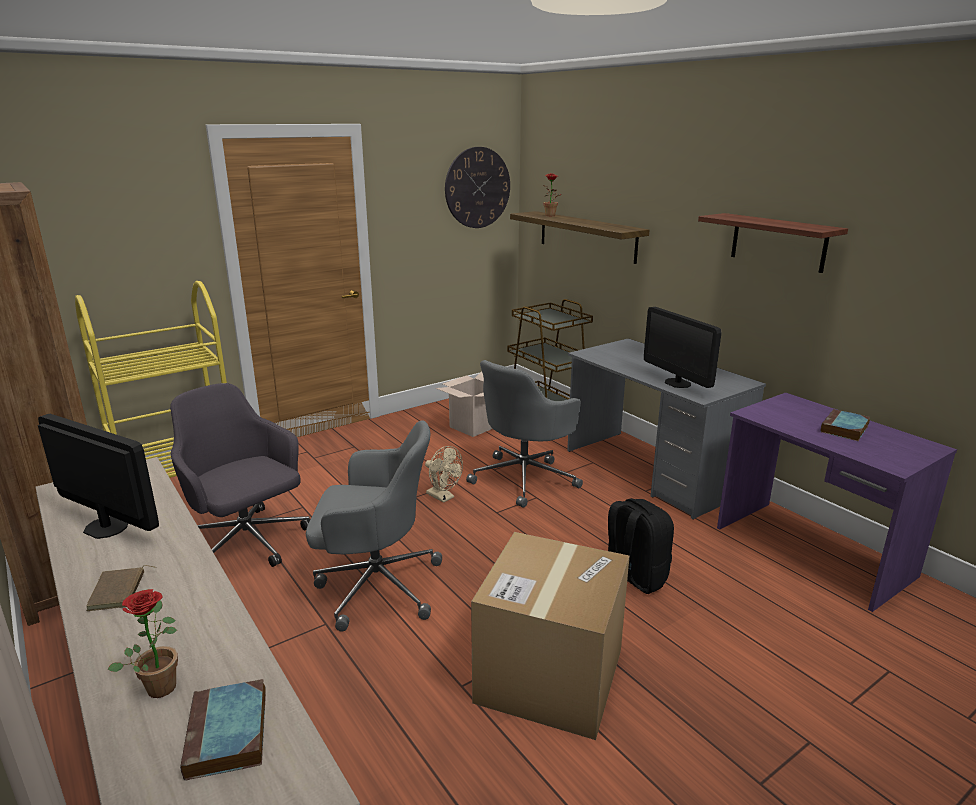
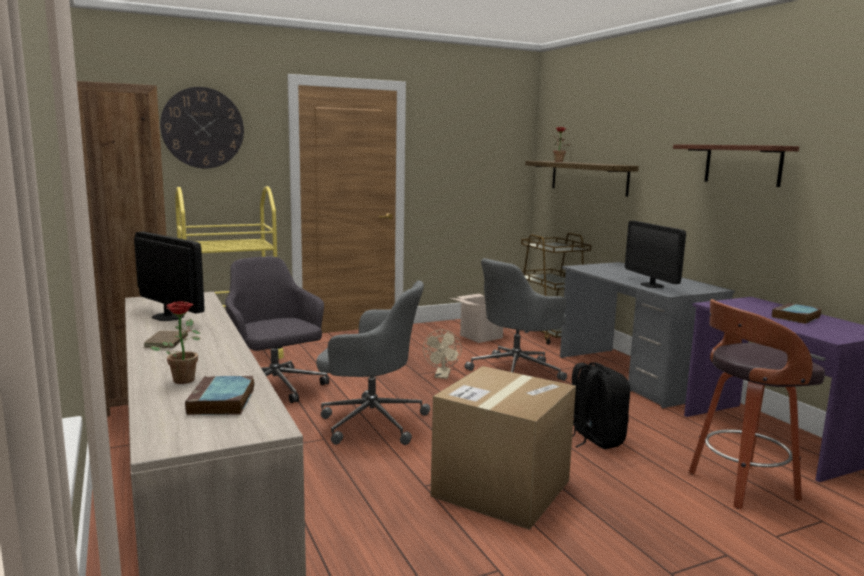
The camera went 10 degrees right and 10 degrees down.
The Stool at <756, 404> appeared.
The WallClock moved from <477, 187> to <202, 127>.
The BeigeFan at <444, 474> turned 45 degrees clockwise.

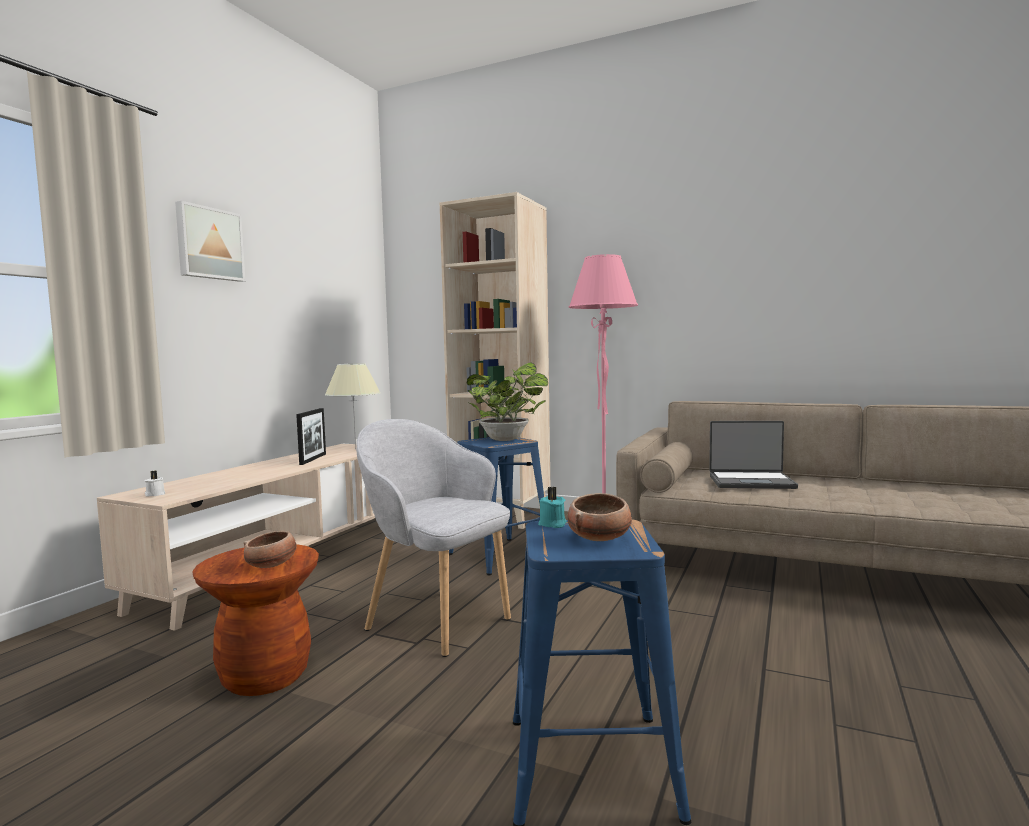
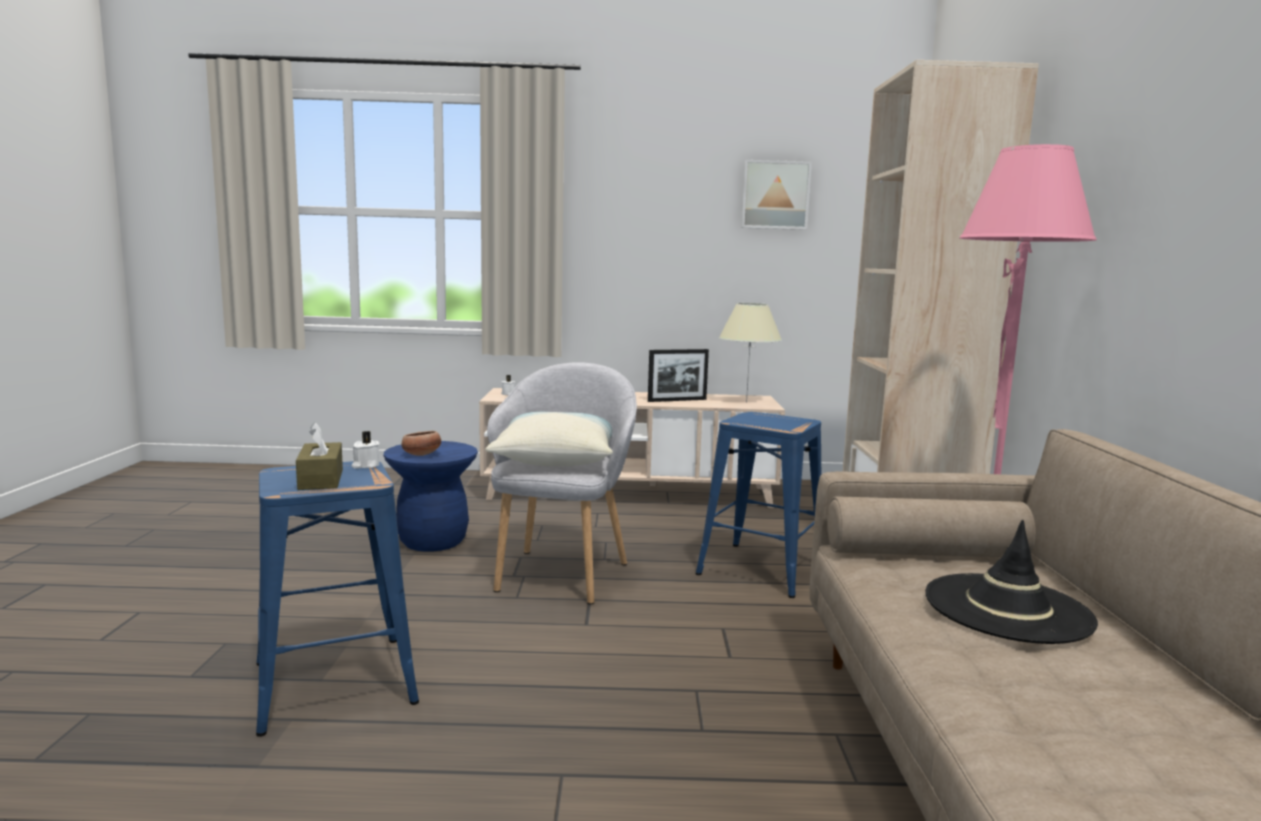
The camera went 65 degrees right and 5 degrees up.
The PottedPlant at <507, 402> disappeared.
The Pillow at <549, 439> appeared.
The Picture moved from <210, 241> to <776, 195>.
The Bowl at <600, 517> was replaced by the BrownTissueBox at <319, 456>.
The Laptop at <753, 455> was replaced by the BlackHat at <1011, 582>.
The BrownStool at <255, 620> became the BlueStool at <431, 496>.
The TurquoiseCandle at <552, 507> became the WhiteCandle at <365, 450>.

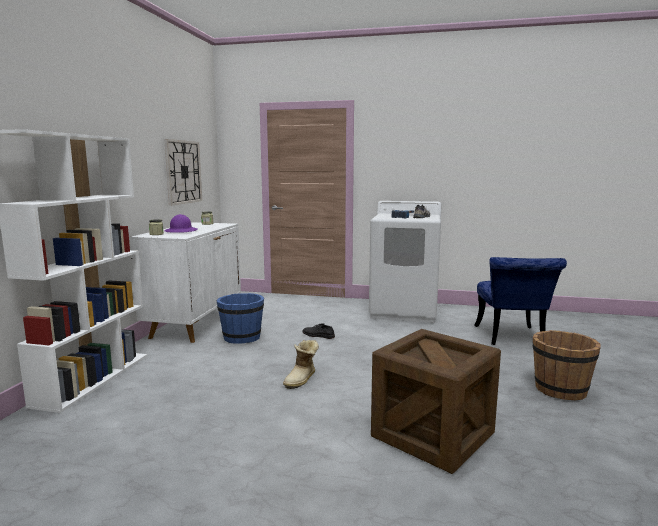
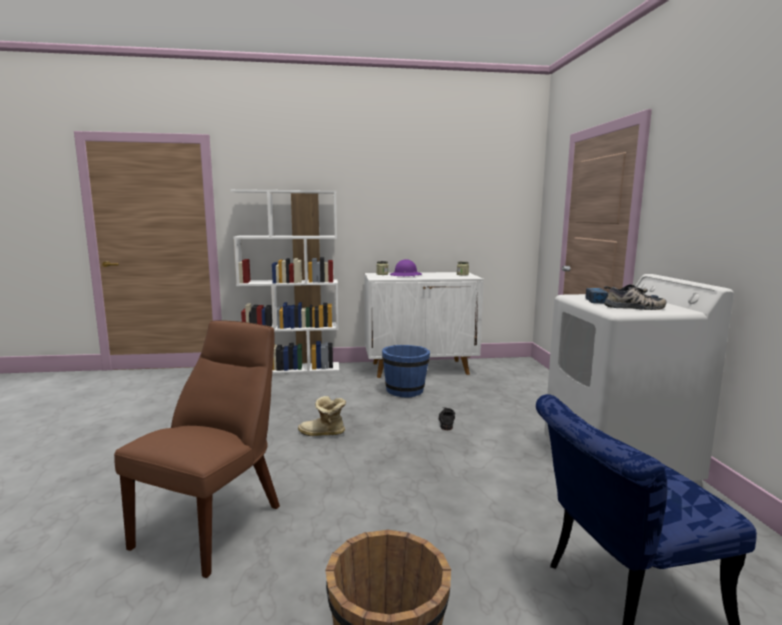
The camera went 70 degrees right and 0 degrees up.
The WallClock at <183, 172> disappeared.
The Crate at <436, 401> was replaced by the BrownChair at <197, 449>.

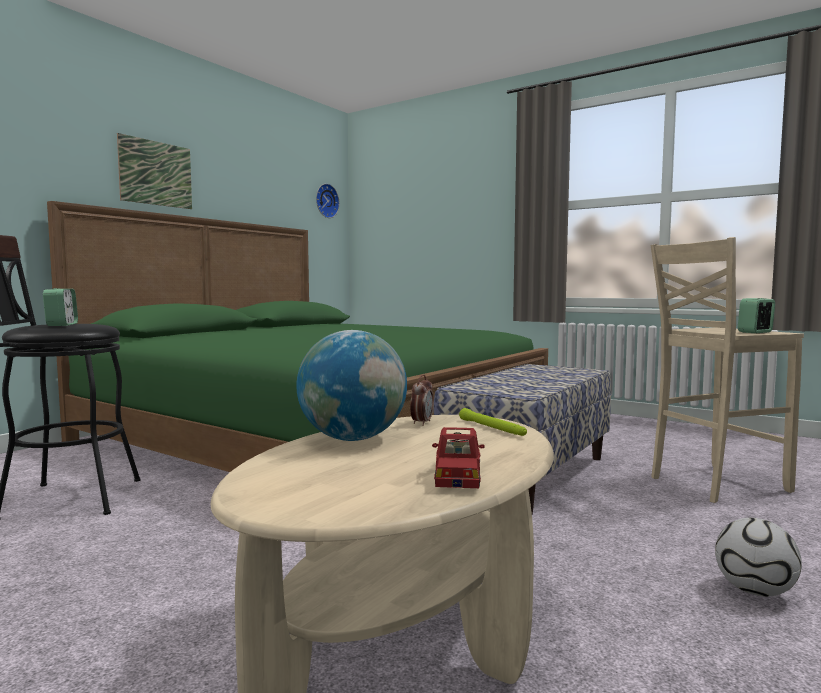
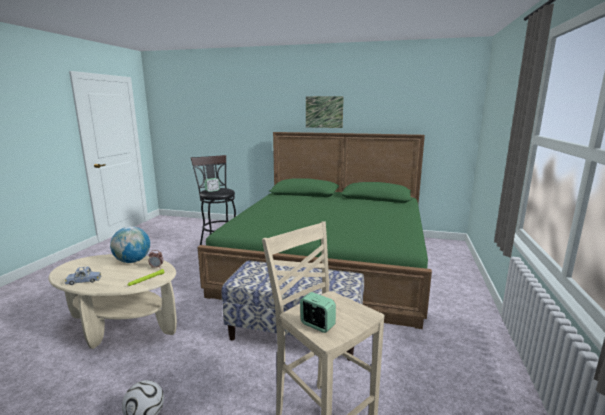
The camera went 70 degrees right and 10 degrees up.
The WallClock at <327, 201> disappeared.
The RedToyCar at <458, 457> became the BlueToyCar at <83, 275>.

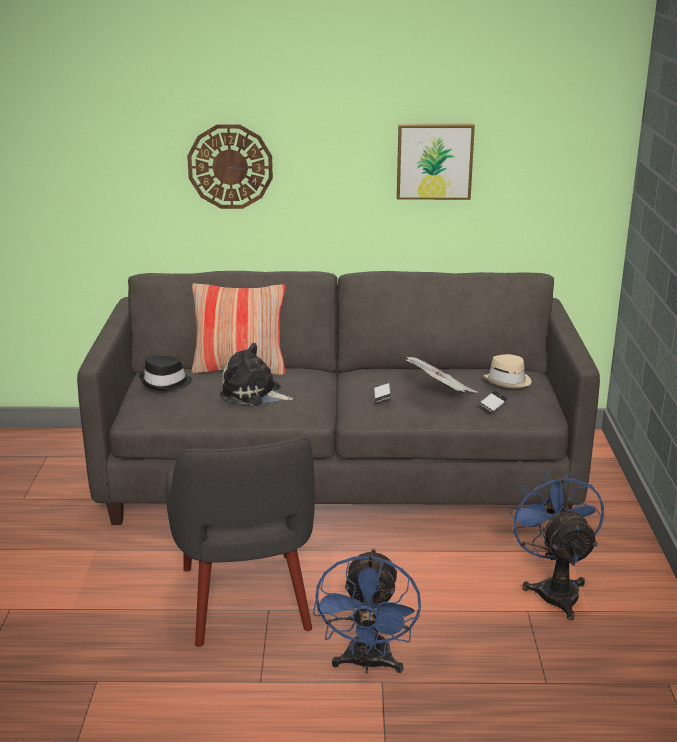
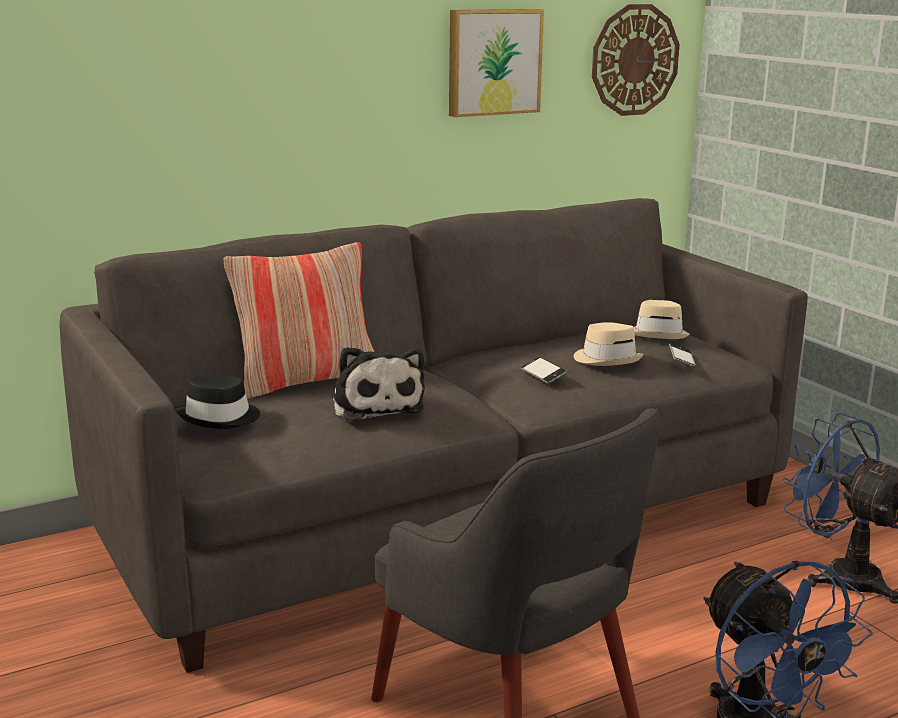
The camera went 30 degrees left and 5 degrees down.
The WallClock moved from <230, 166> to <636, 60>.
The Newspaper at <442, 375> was replaced by the BeigeHat at <608, 344>.
The PlushToy at <256, 374> turned 105 degrees counterclockwise.

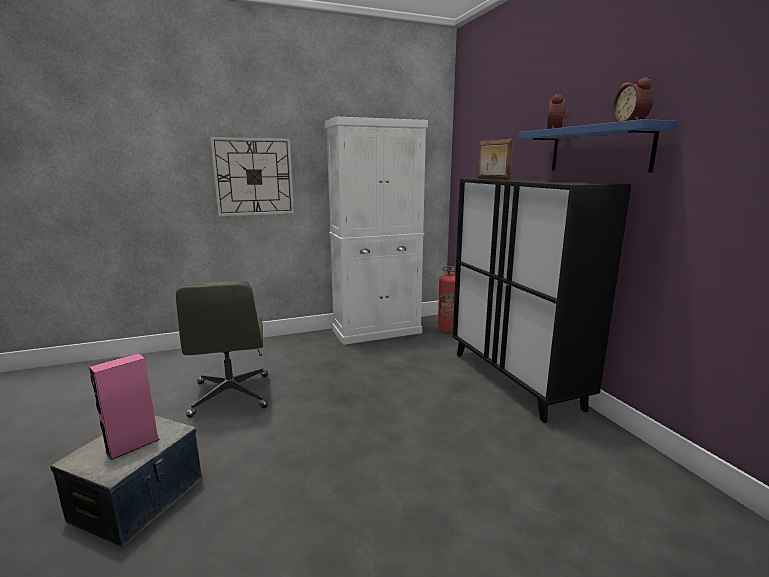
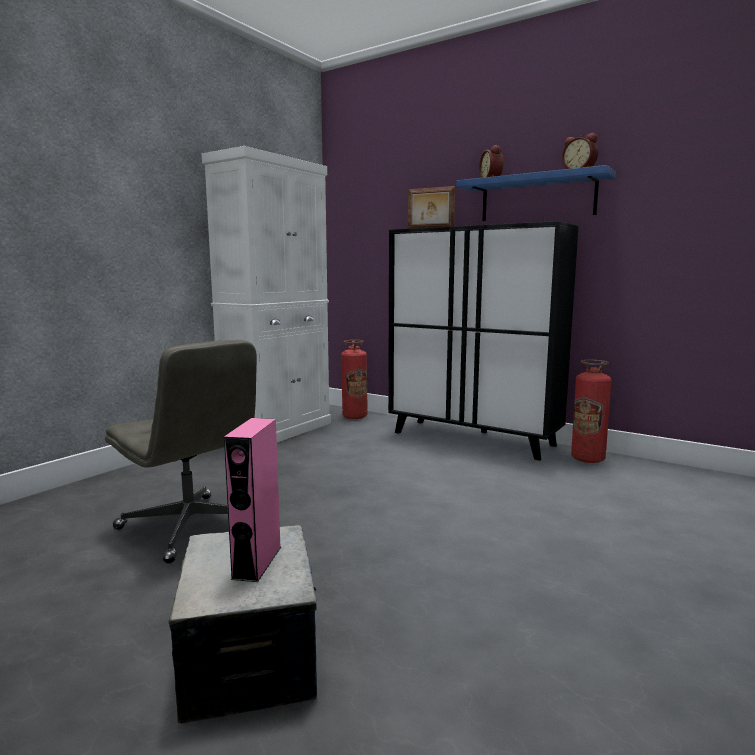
The camera went 35 degrees left and 5 degrees down.
The WallClock at <252, 176> disappeared.
The FireExtinguisher at <591, 411> appeared.

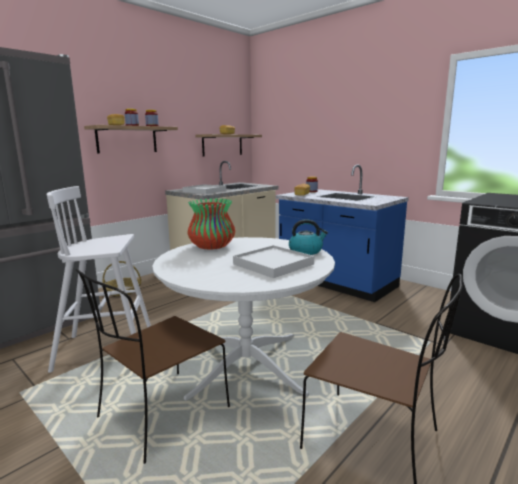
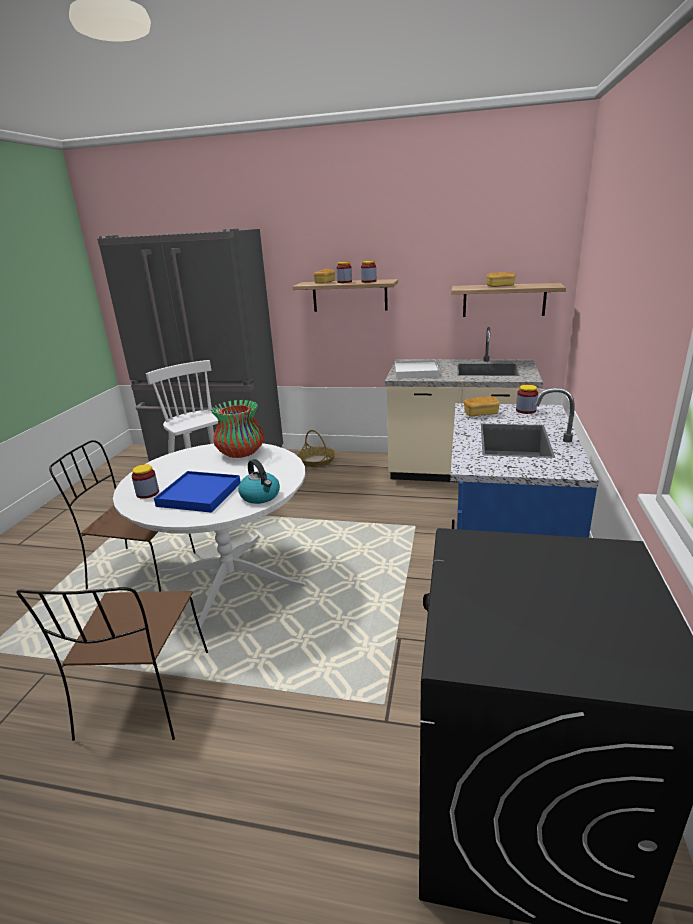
The camera went 60 degrees right and 10 degrees up.
The Jar at <145, 481> appeared.
The WhiteTray at <273, 261> became the BlueTray at <197, 492>.

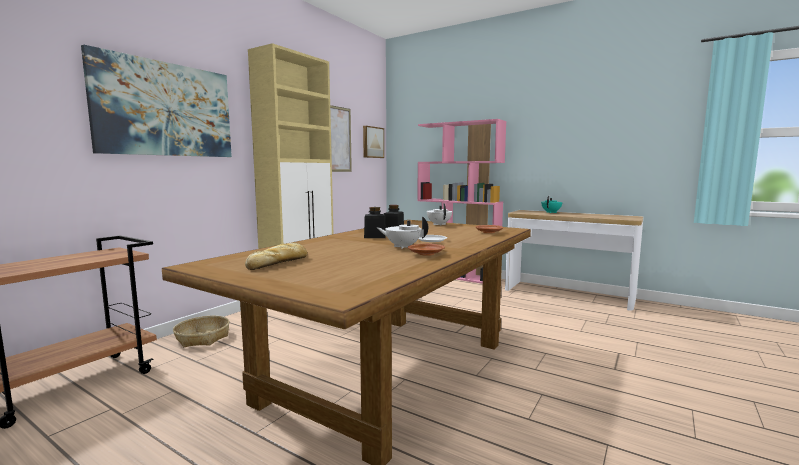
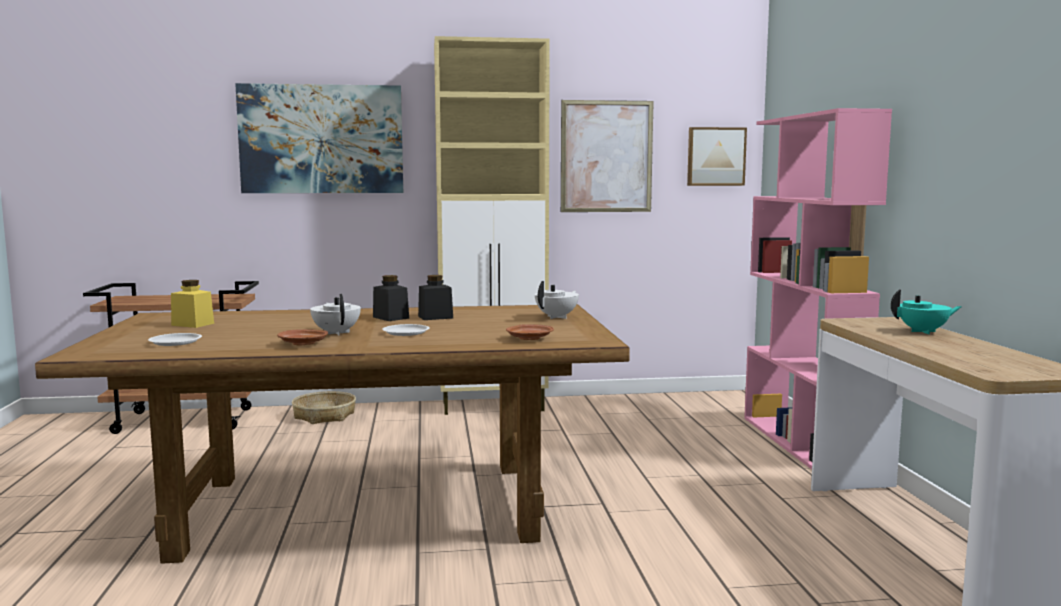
The camera went 50 degrees right and 0 degrees up.
The WhitePlate at <175, 339> appeared.
The Bread at <276, 256> was replaced by the YellowJar at <192, 304>.

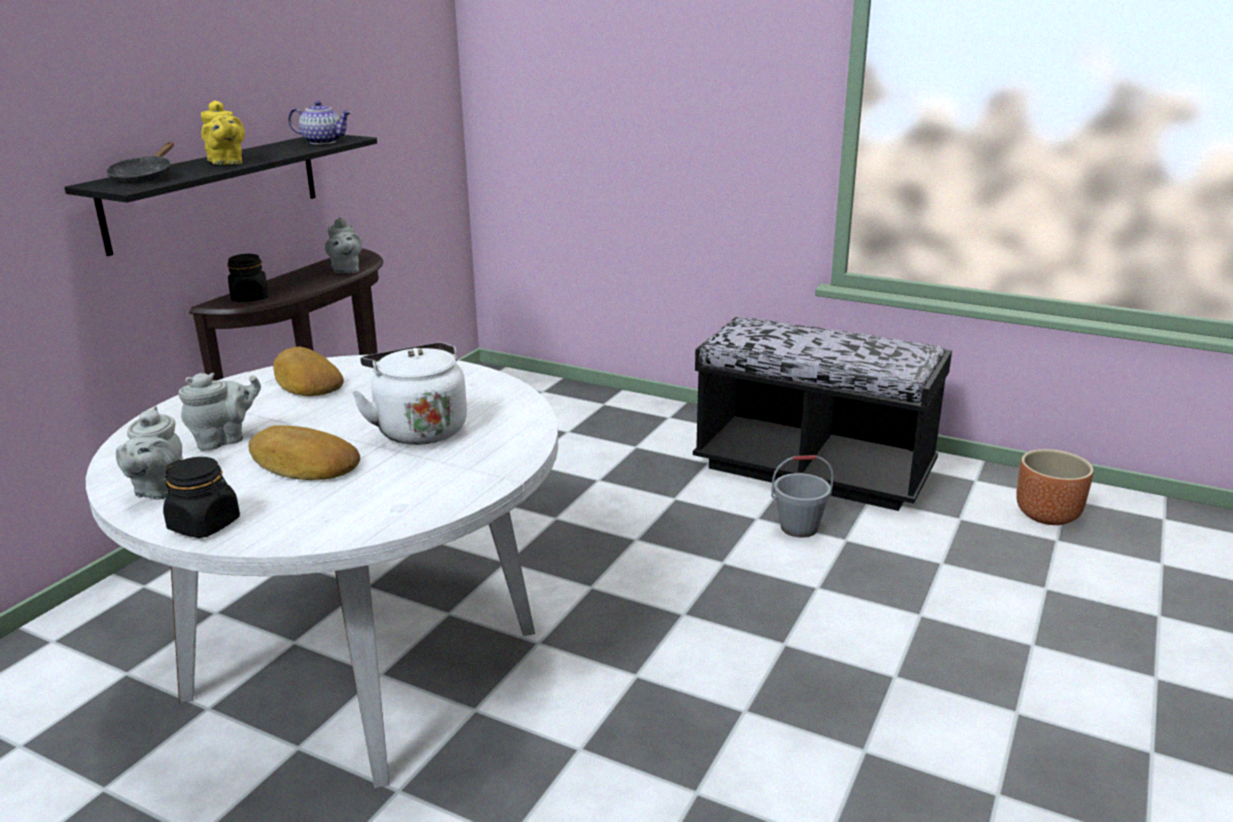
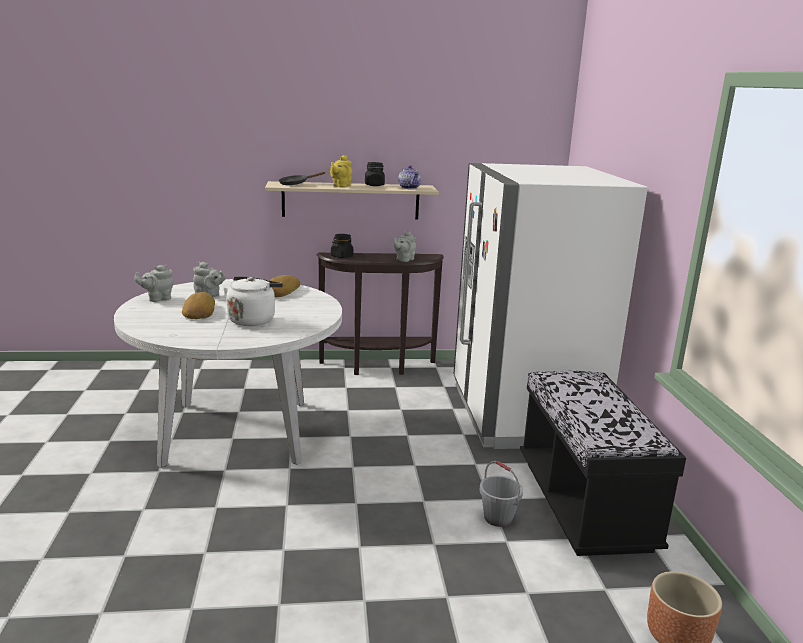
The camera went 55 degrees right and 5 degrees down.
The WhiteFridge at <550, 306> appeared.
The BlackJar moved from <201, 497> to <375, 174>.
The BlackShelf at <220, 195> became the BeigeShelf at <352, 200>.

